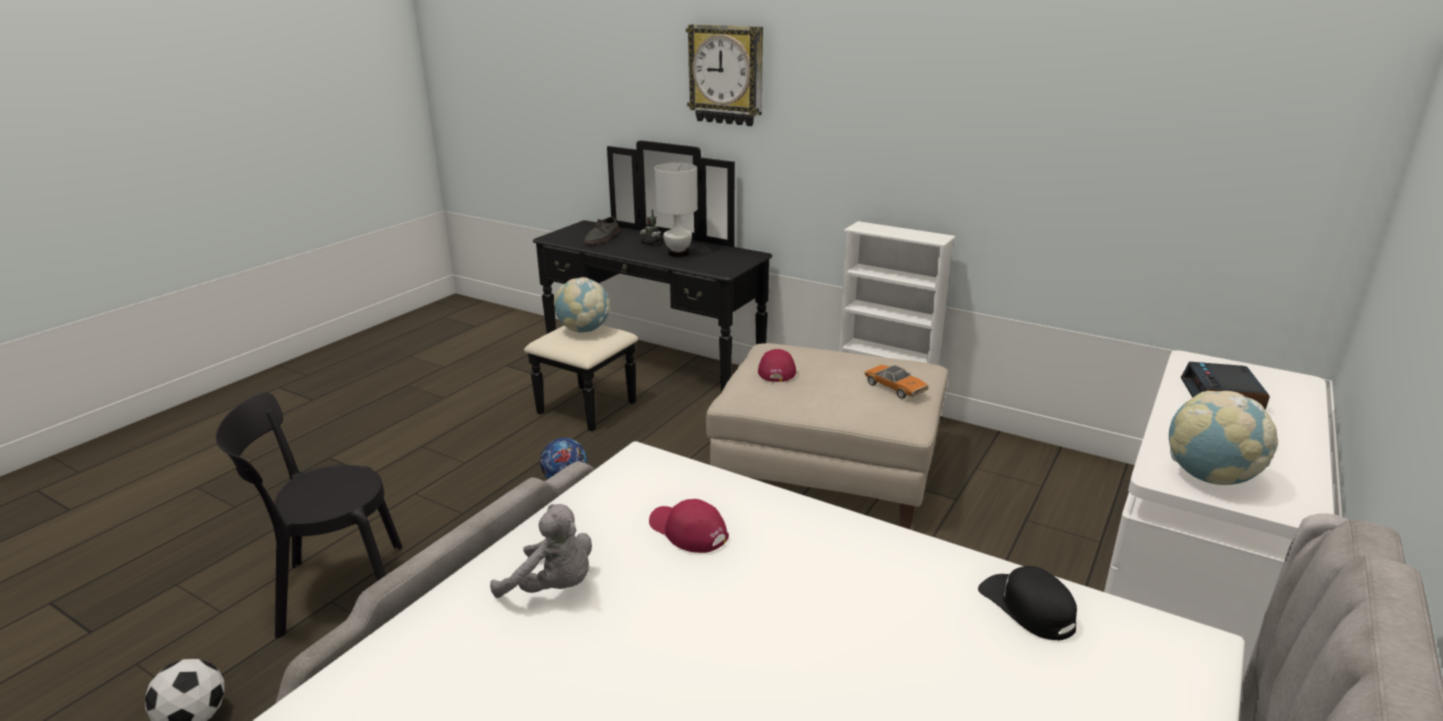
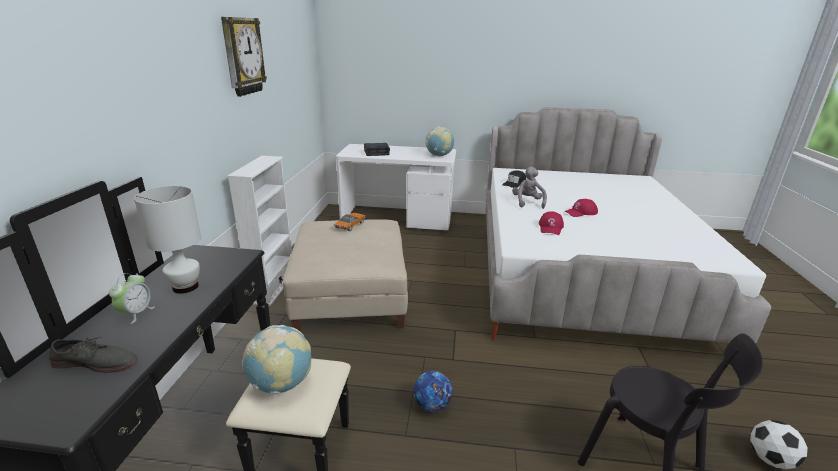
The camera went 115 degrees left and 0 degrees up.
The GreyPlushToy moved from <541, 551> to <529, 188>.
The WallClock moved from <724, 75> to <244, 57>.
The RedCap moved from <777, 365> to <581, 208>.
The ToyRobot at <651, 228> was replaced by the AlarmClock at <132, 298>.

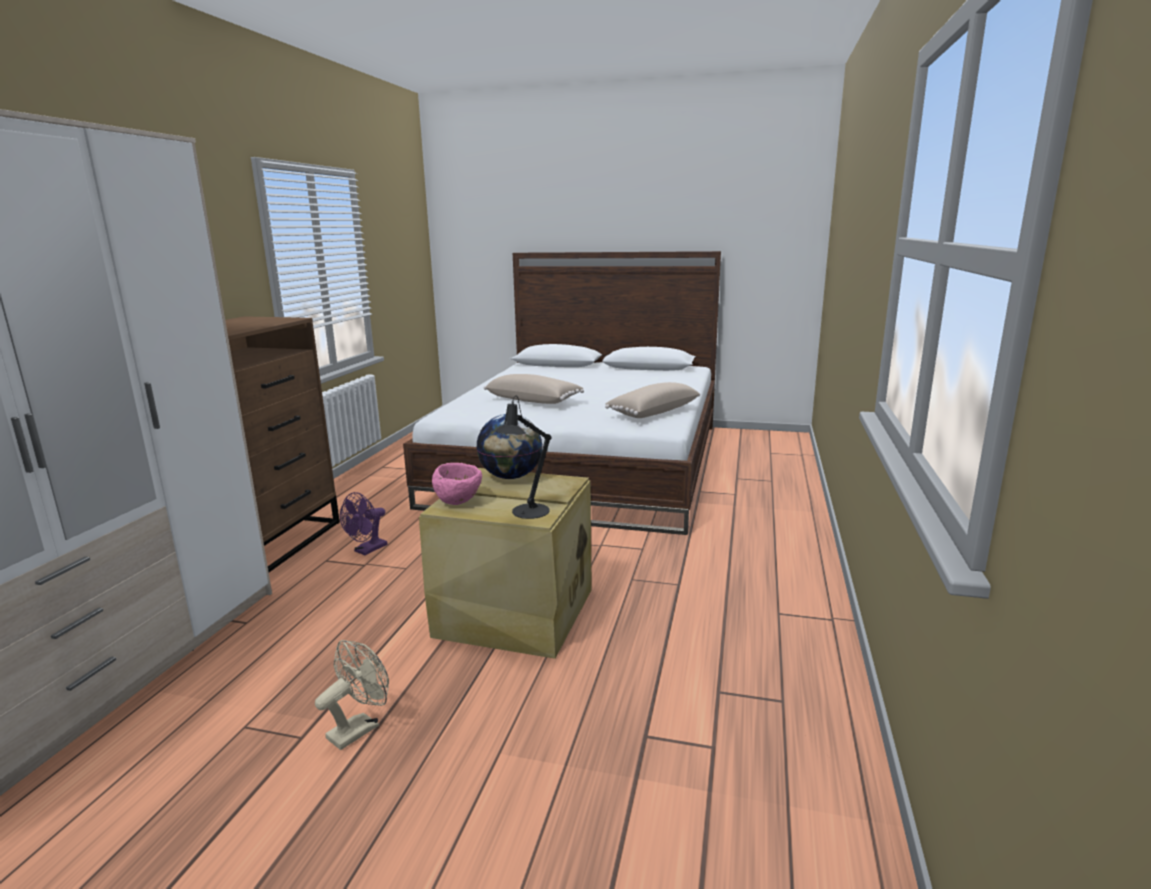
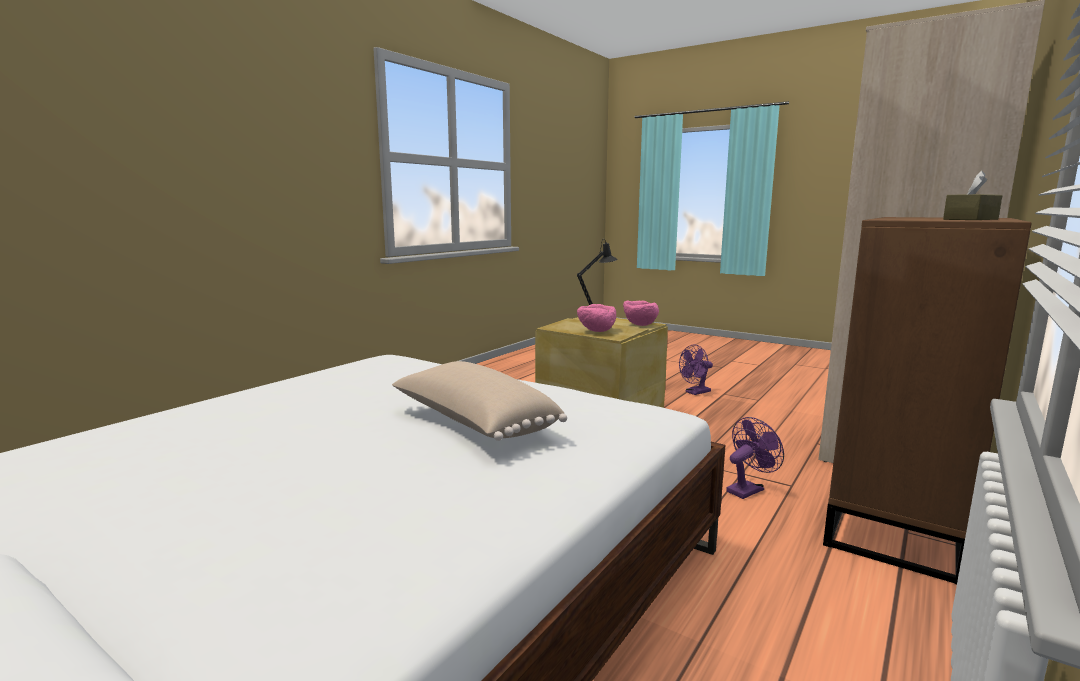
The camera went 160 degrees left and 5 degrees down.
The BeigePillow at <652, 400> disappeared.
The BrownTissueBox at <972, 195> appeared.
The Globe at <510, 446> was replaced by the PinkBowl at <596, 318>.
The BeigeFan at <352, 695> became the PurpleFan at <696, 370>.

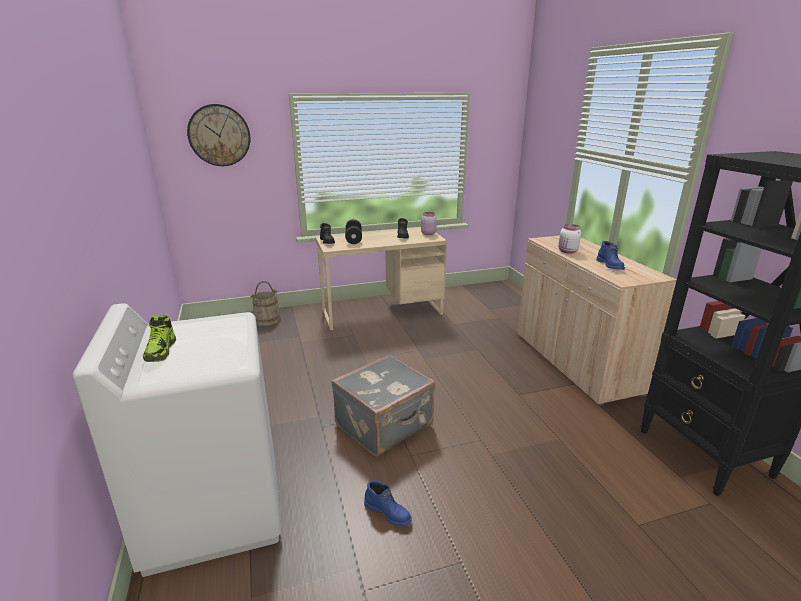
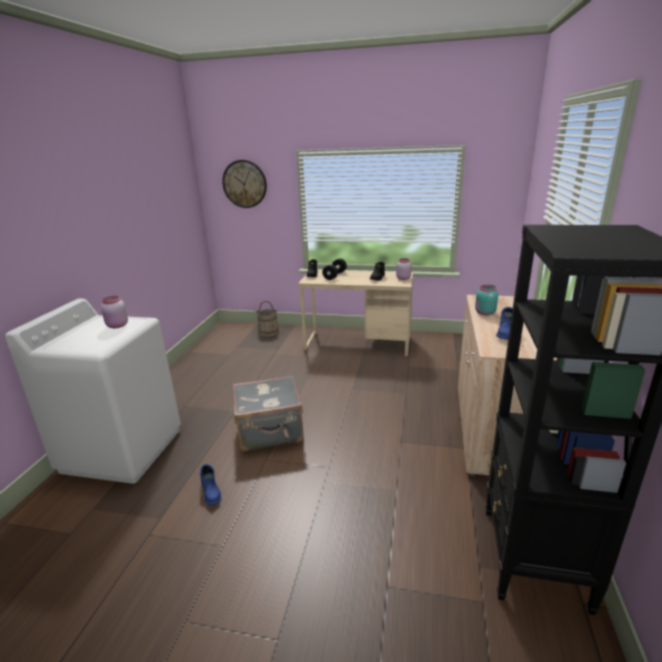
The camera went 30 degrees right and 0 degrees up.
The Shoe at <159, 338> disappeared.
The PinkJar at <114, 312> appeared.
The WhiteJar at <569, 239> became the TurquoiseJar at <486, 300>.

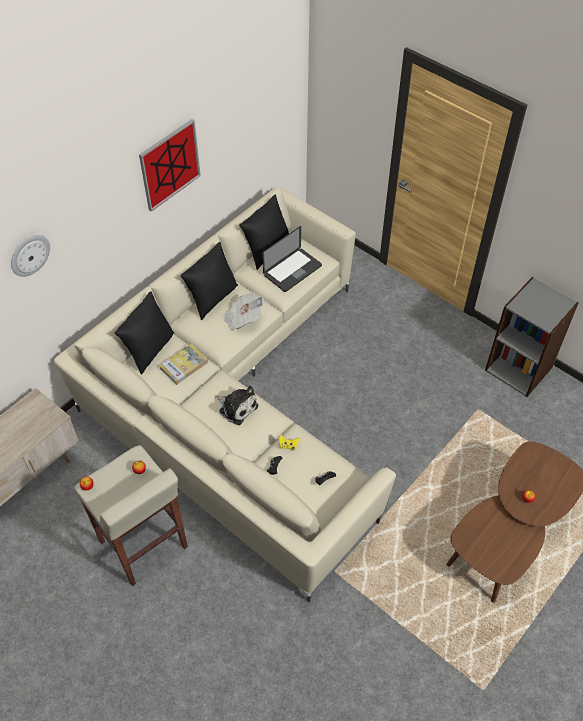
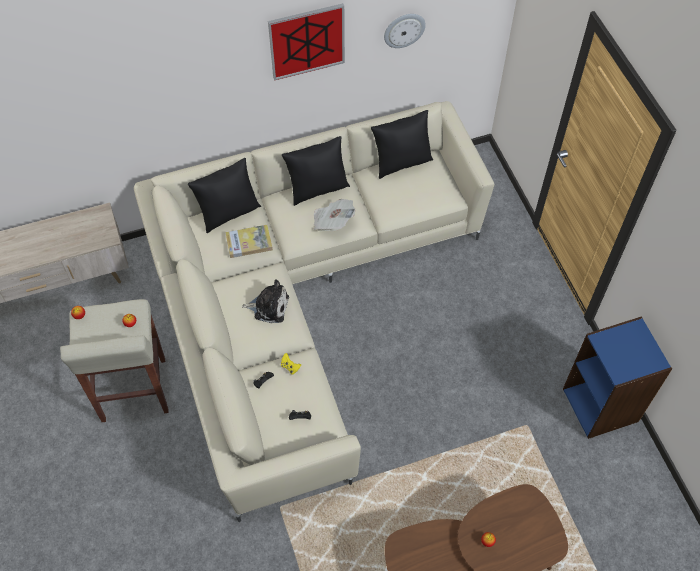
The camera went 30 degrees right and 5 degrees up.
The Laptop at <292, 259> disappeared.
The WallClock moved from <30, 256> to <405, 31>.
The GreyBookcase at <532, 337> became the BlueBookcase at <617, 377>.
The PlushToy at <236, 405> turned 60 degrees counterclockwise.

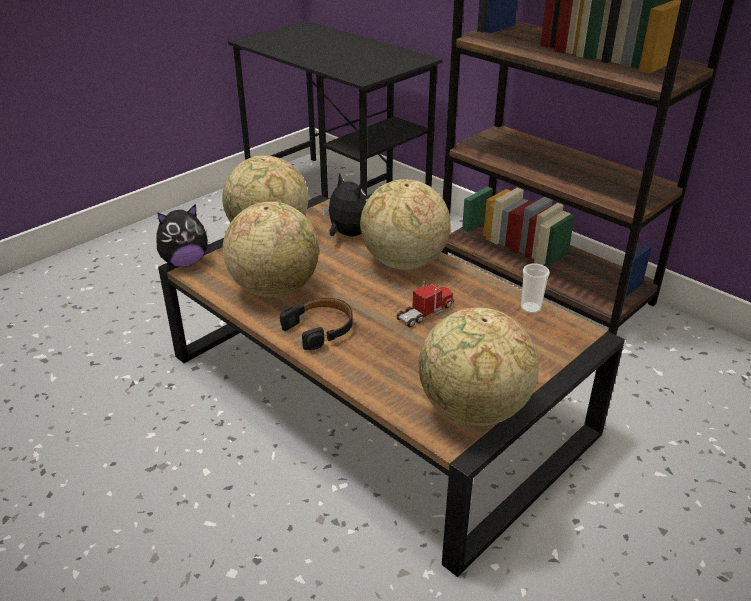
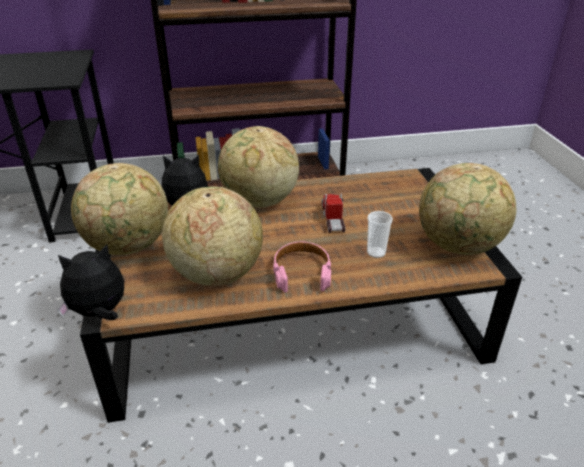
The camera went 55 degrees left and 0 degrees up.
The Cup moved from <535, 289> to <380, 234>.
The BlackHeadphones at <316, 324> became the PinkHeadphones at <302, 267>.
The PlushToy at <182, 235> turned 120 degrees counterclockwise.

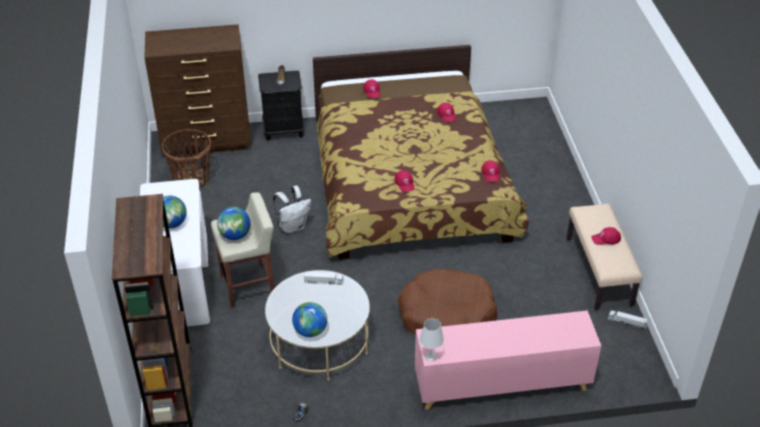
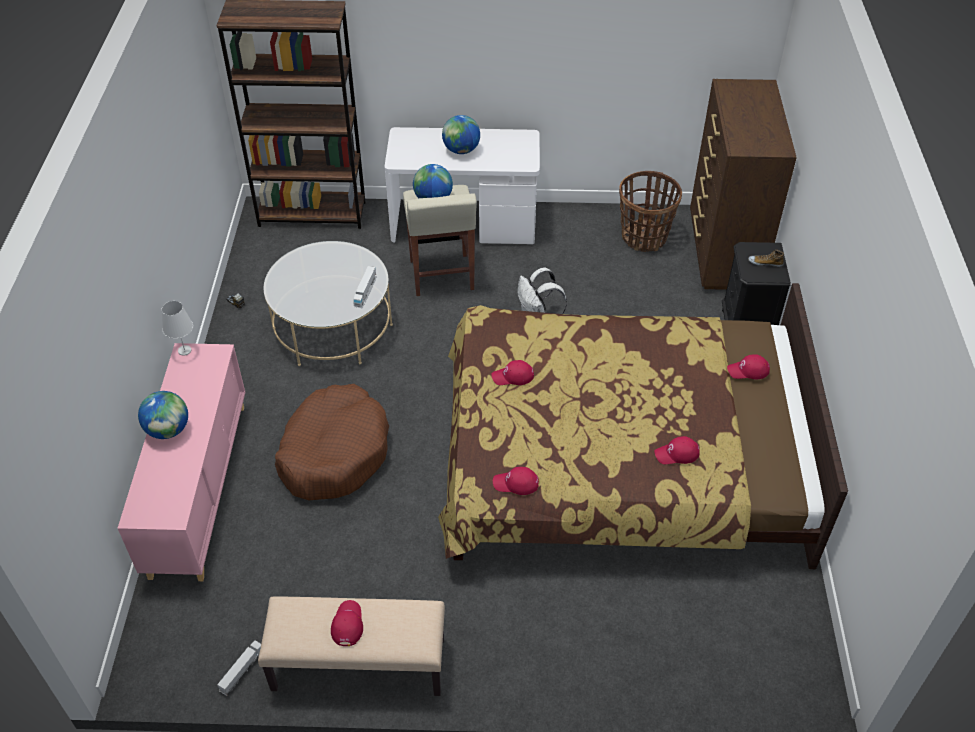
The camera went 100 degrees right and 5 degrees up.
The Globe moved from <309, 319> to <163, 415>.

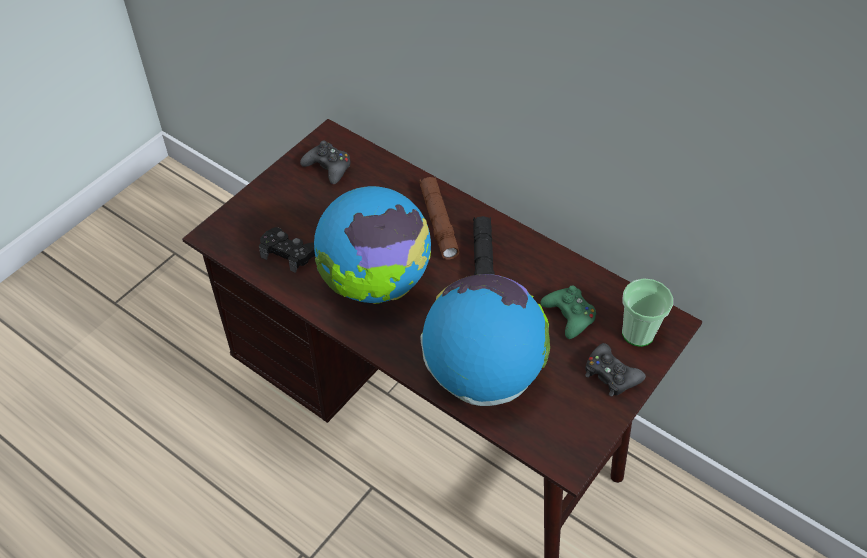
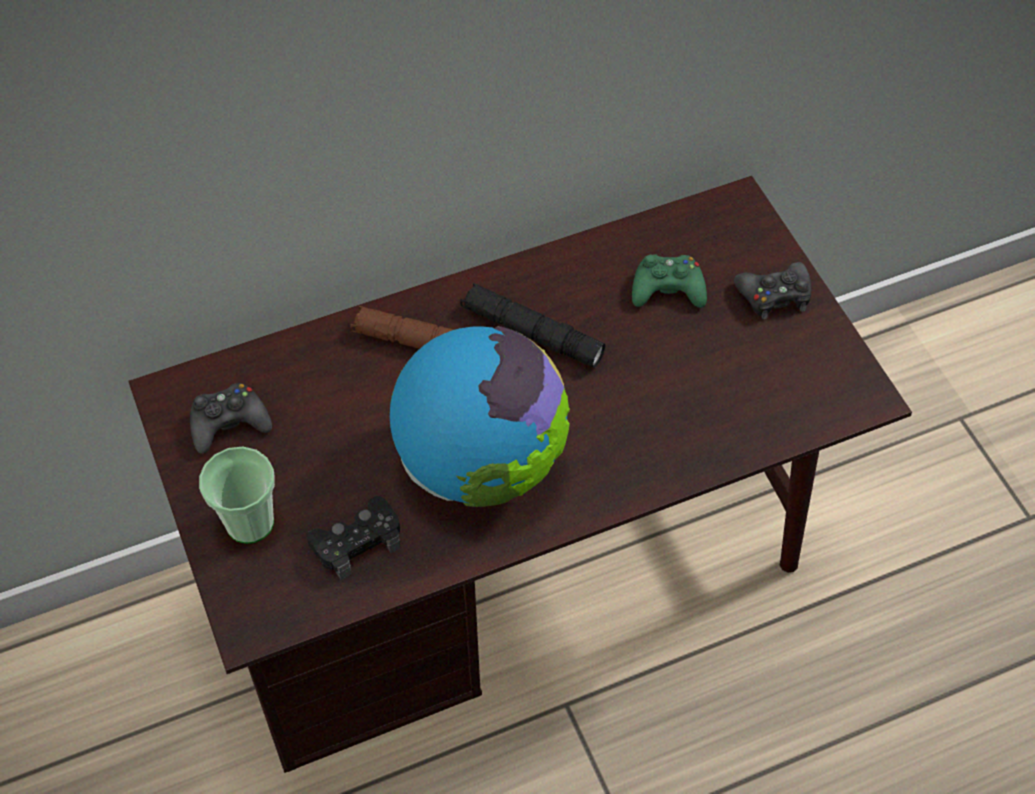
The camera went 60 degrees left and 5 degrees up.
The Globe at <485, 340> disappeared.
The Cup moved from <647, 312> to <237, 495>.

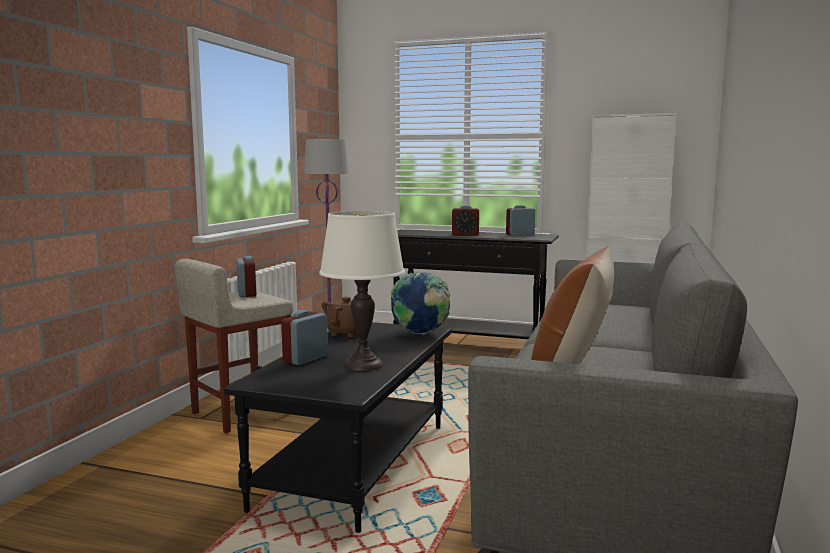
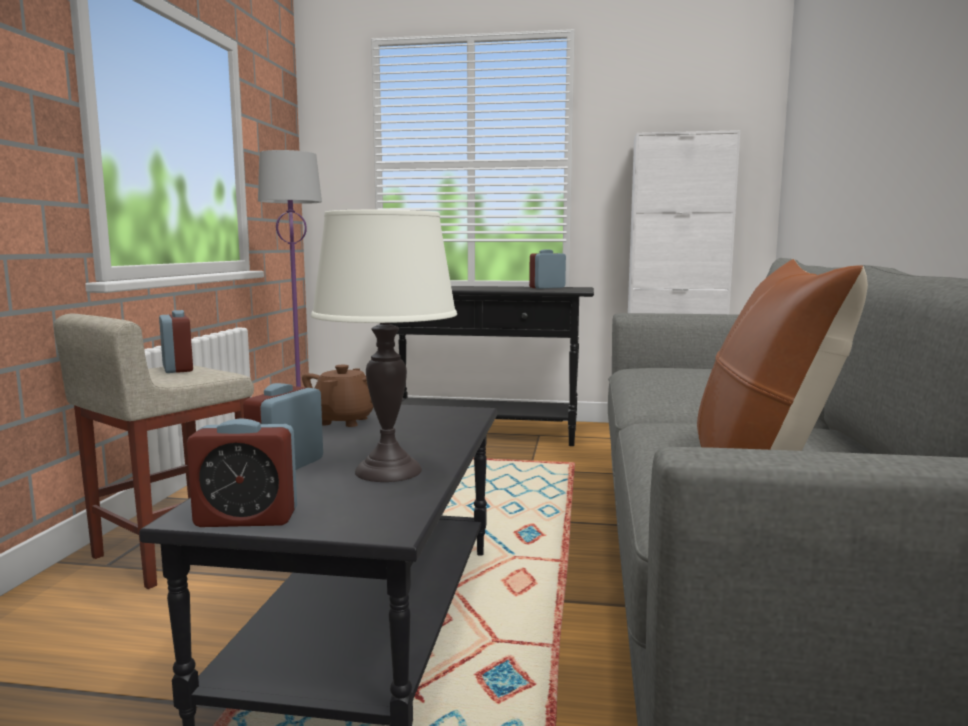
The camera went 10 degrees left and 0 degrees up.
The Globe at <420, 303> disappeared.
The AlarmClock moved from <465, 220> to <242, 472>.

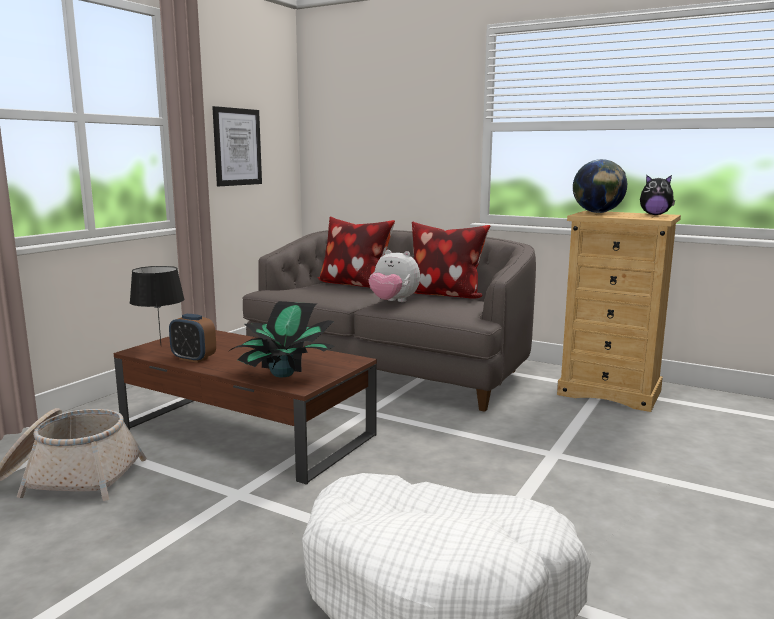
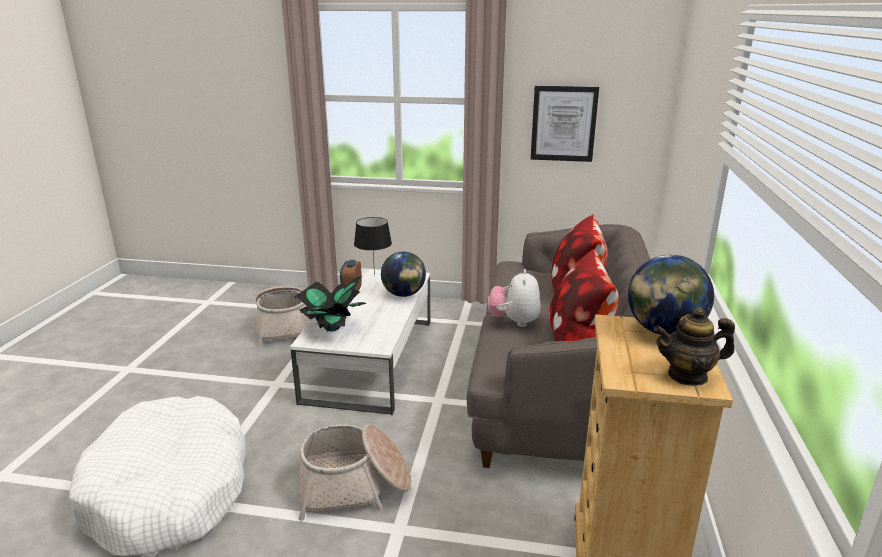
The camera went 70 degrees right and 10 degrees up.
The Basket at <355, 472> appeared.
The Globe at <403, 274> appeared.
The PlushToy at <657, 195> was replaced by the Teapot at <694, 346>.
The BrownCoffeeTable at <245, 407> became the WhiteCoffeeTable at <360, 341>.

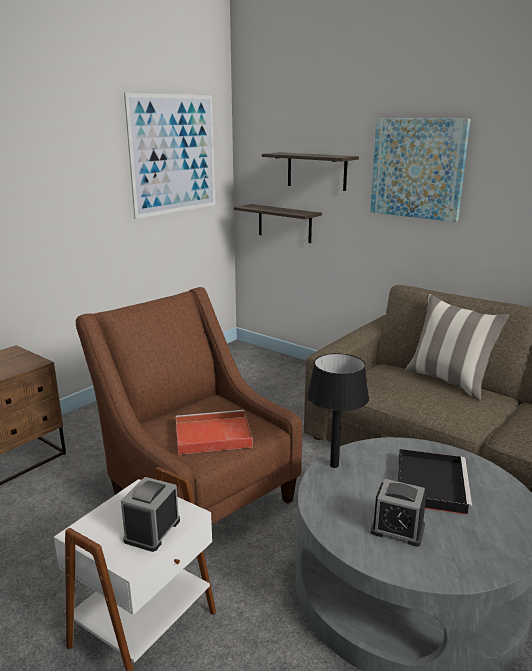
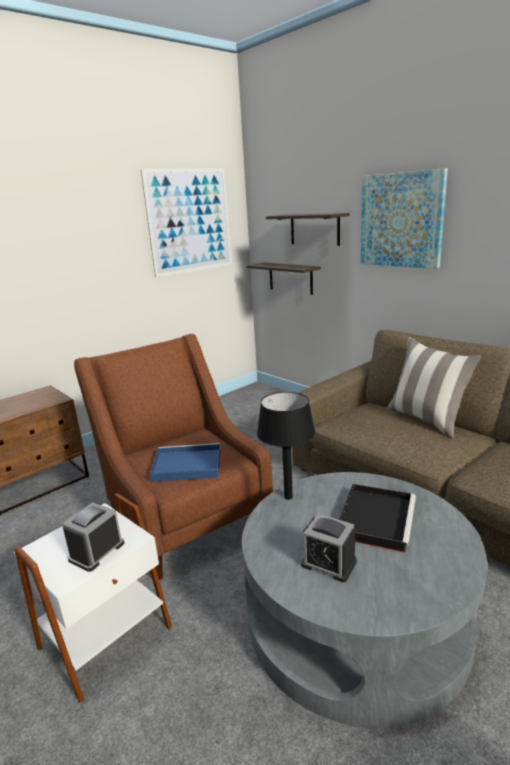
The camera went 10 degrees right and 0 degrees up.
The RedTray at <214, 432> became the BlueTray at <185, 462>.

